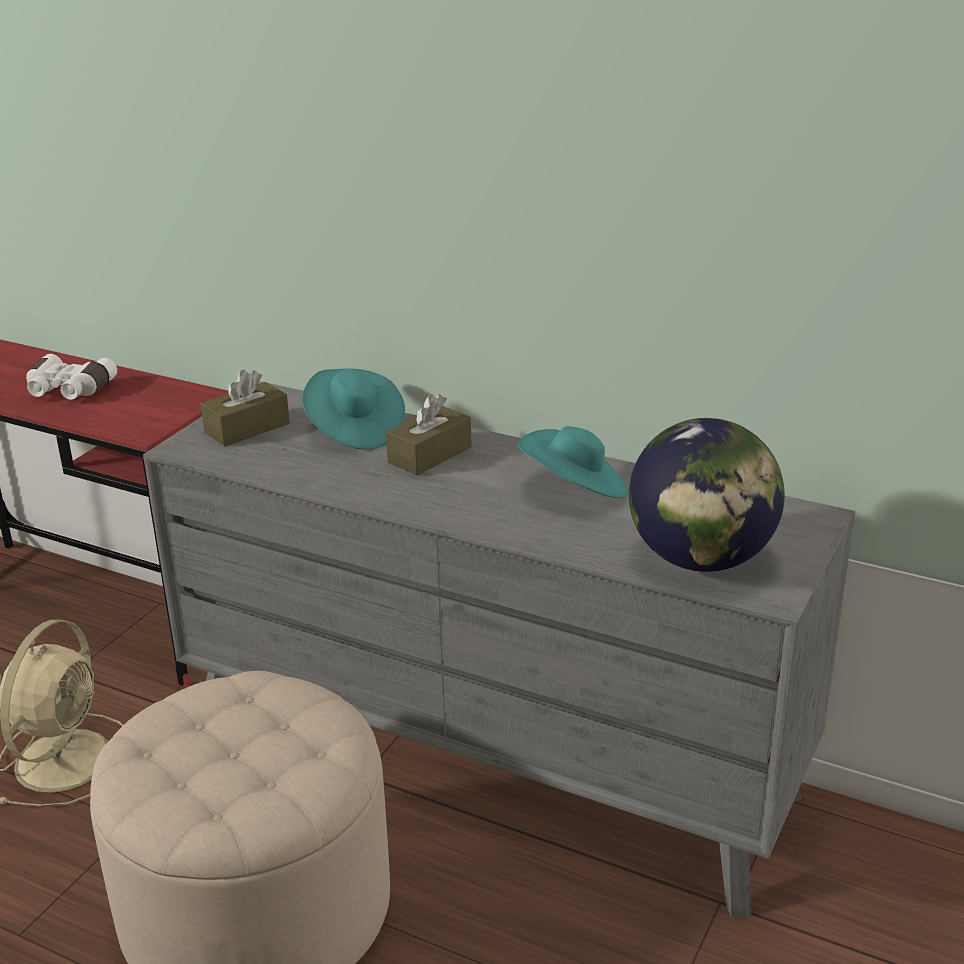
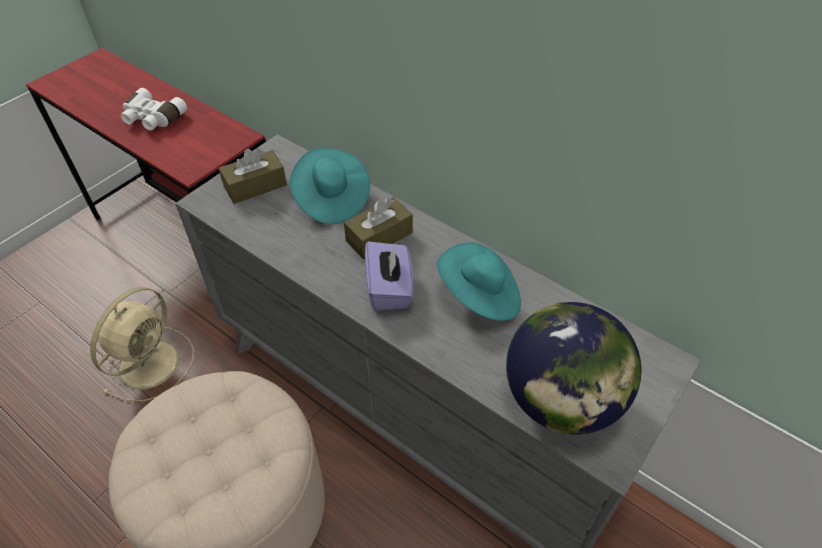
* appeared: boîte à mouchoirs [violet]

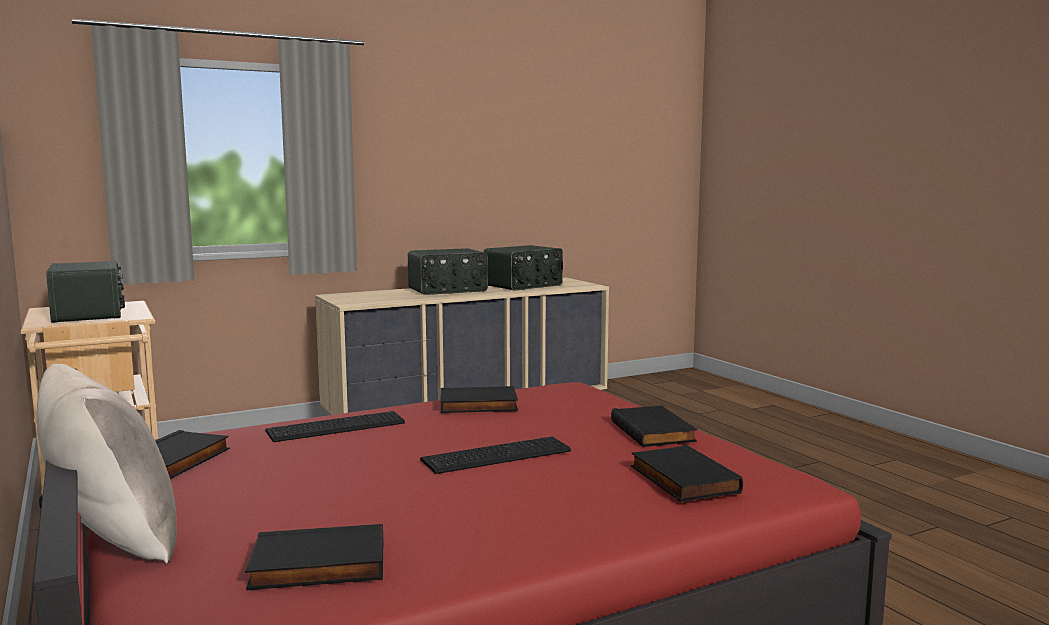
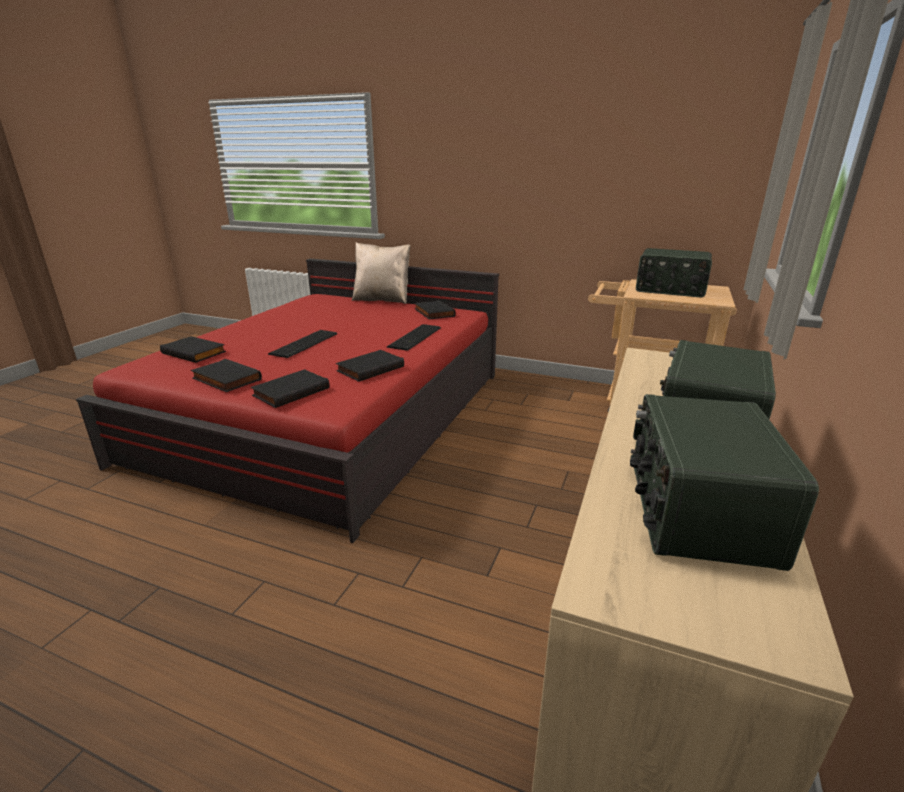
* relocated: livre [noir] (no. 2 from left in the first image) to livre [noir] (no. 3 from left)

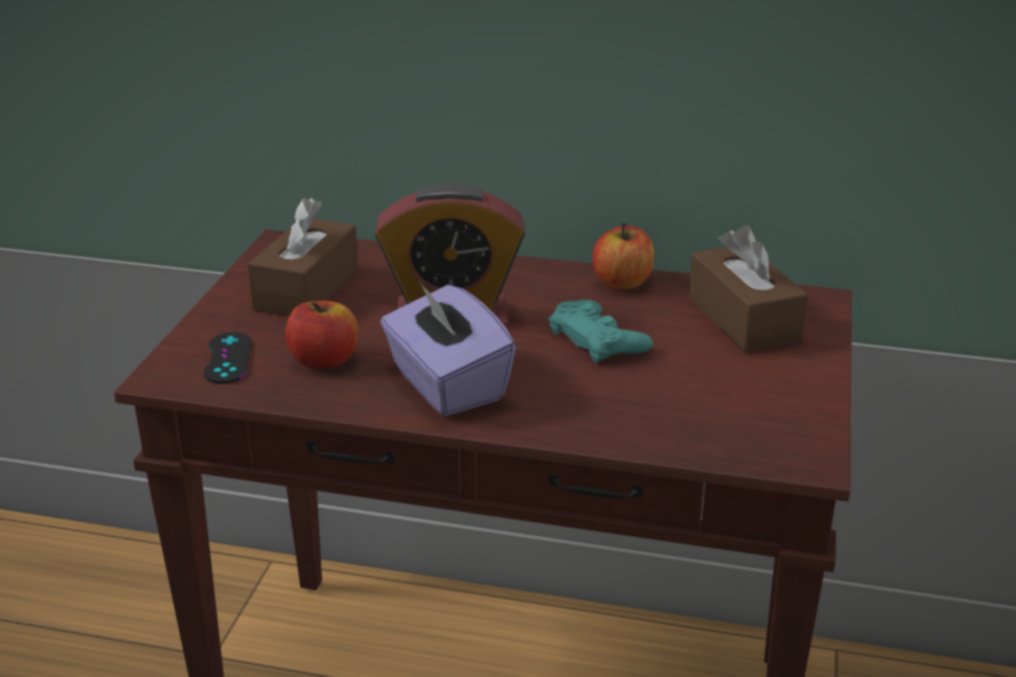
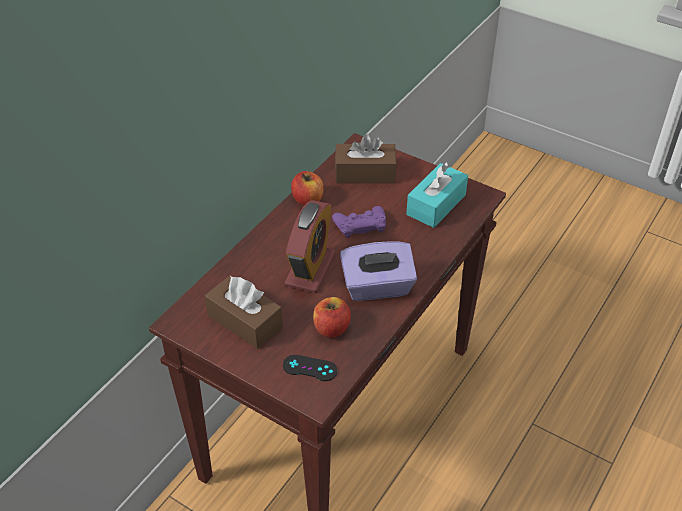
* colour: manette [turquoise] to manette [violet]
* appeared: boîte à mouchoirs [turquoise]

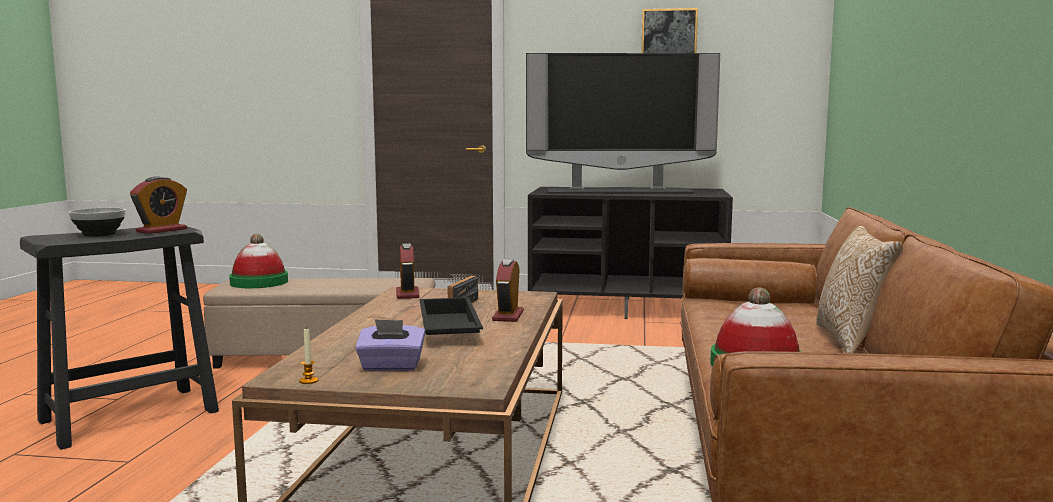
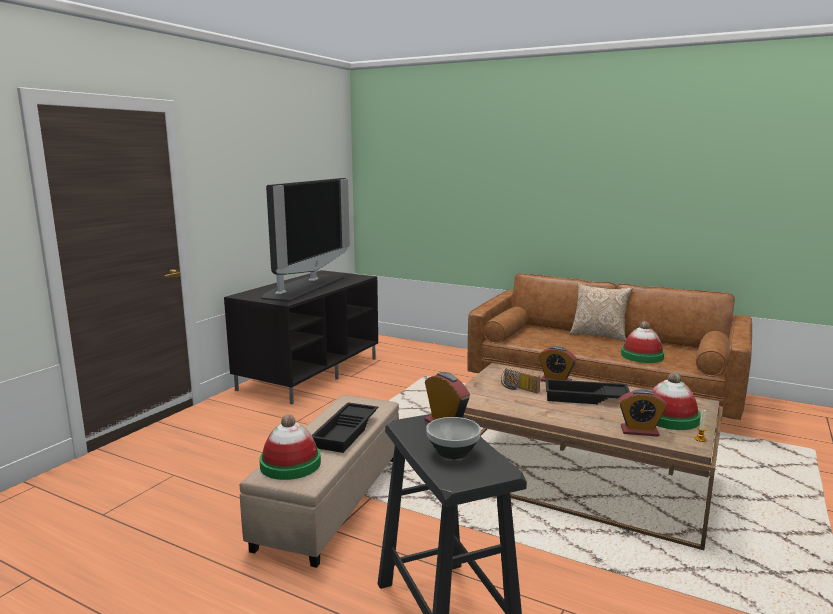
* appeared: plateau [noir] (no. 1 from left)
* relocated: réveil (no. 2 from left in the first image) to réveil (no. 3 from left)
* exchanged: boîte à mouchoirs [violet] to chapeau (no. 3 from left)
* missing: tableau

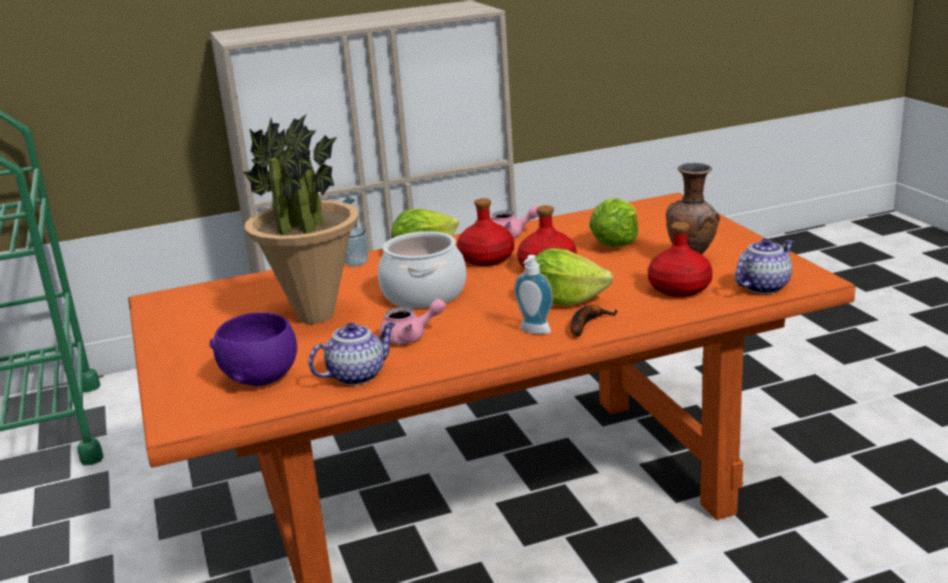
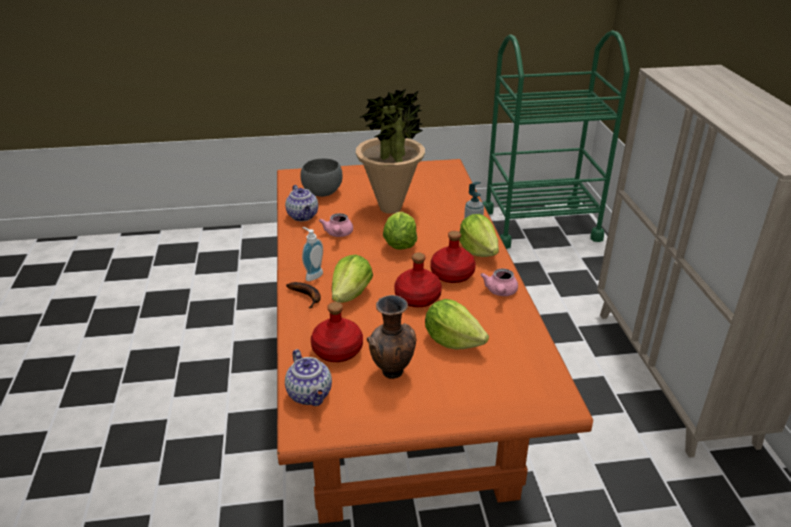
* colour: bol [violet] to bol [gris]
* exchanged: marmite to laitue (no. 2 from left)

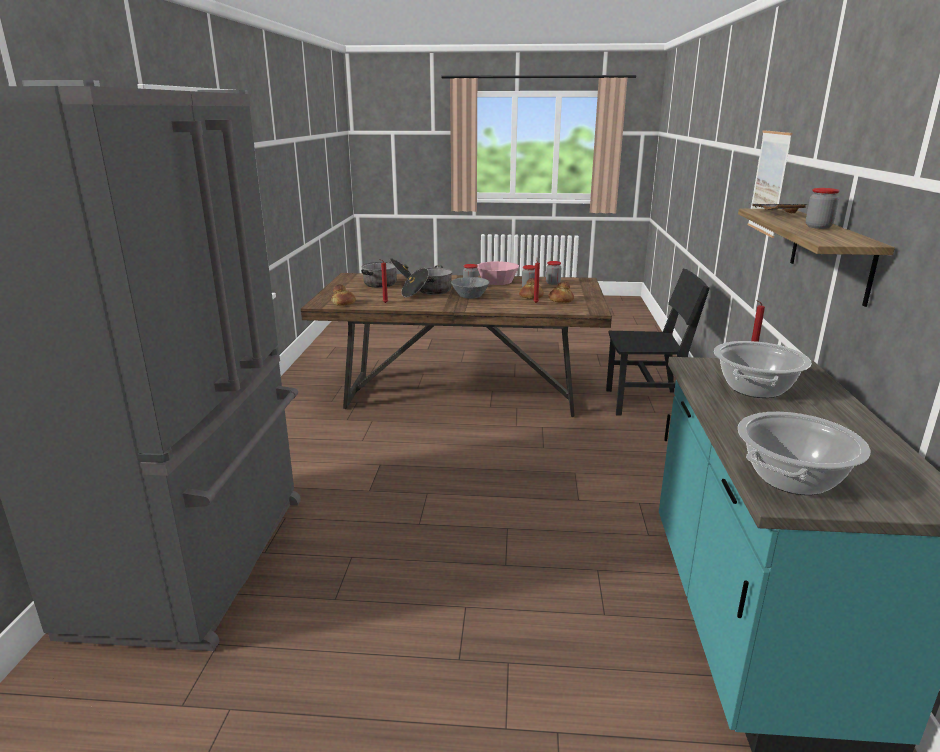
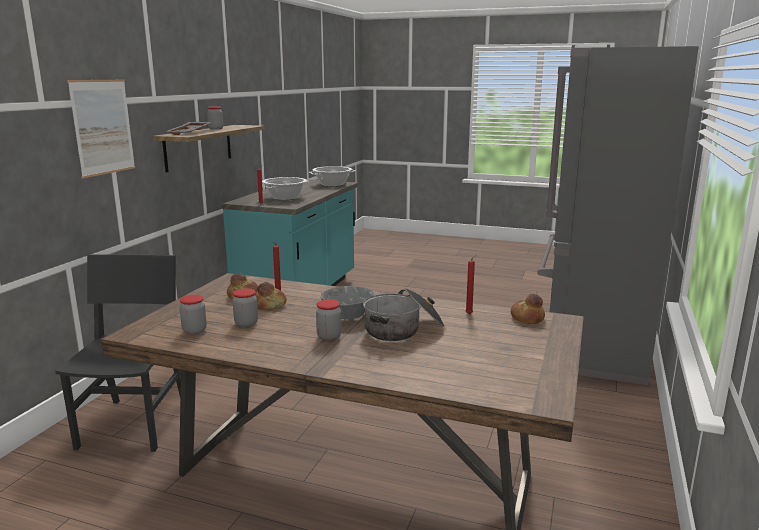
* spun: chaise [noir] 75 degrees clockwise
* missing: marmite (no. 1 from left)
* missing: bol [rose]

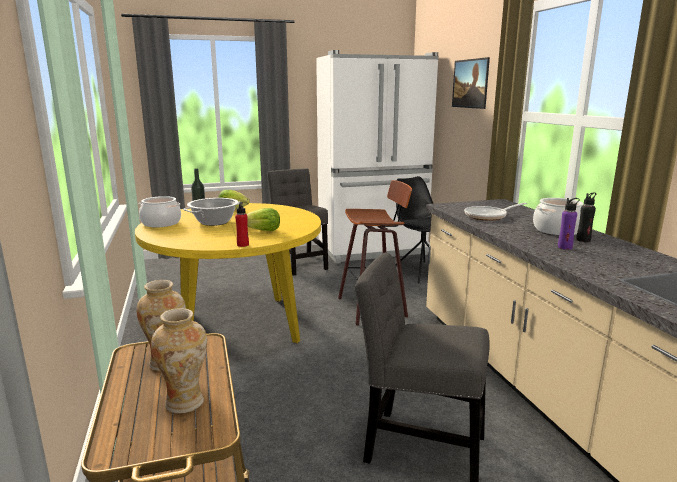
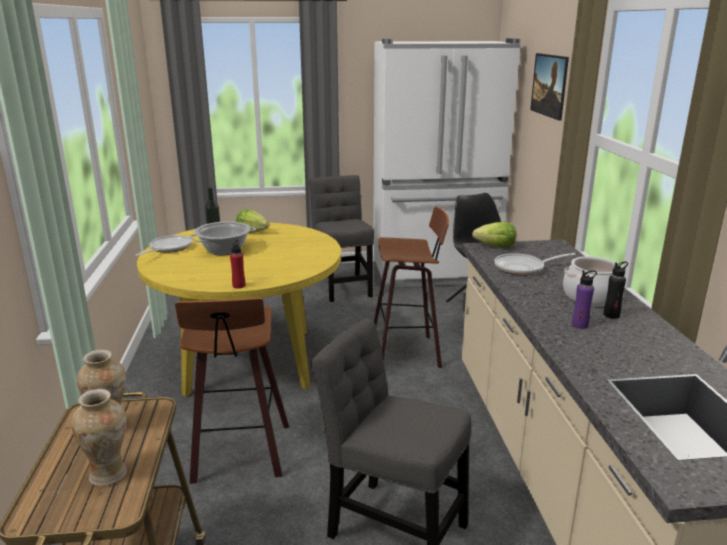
* exchanged: marmite (no. 1 from left) to poêle (no. 1 from left)
* appeared: tabouret (no. 1 from left)
* relocated: laitue (no. 2 from left)

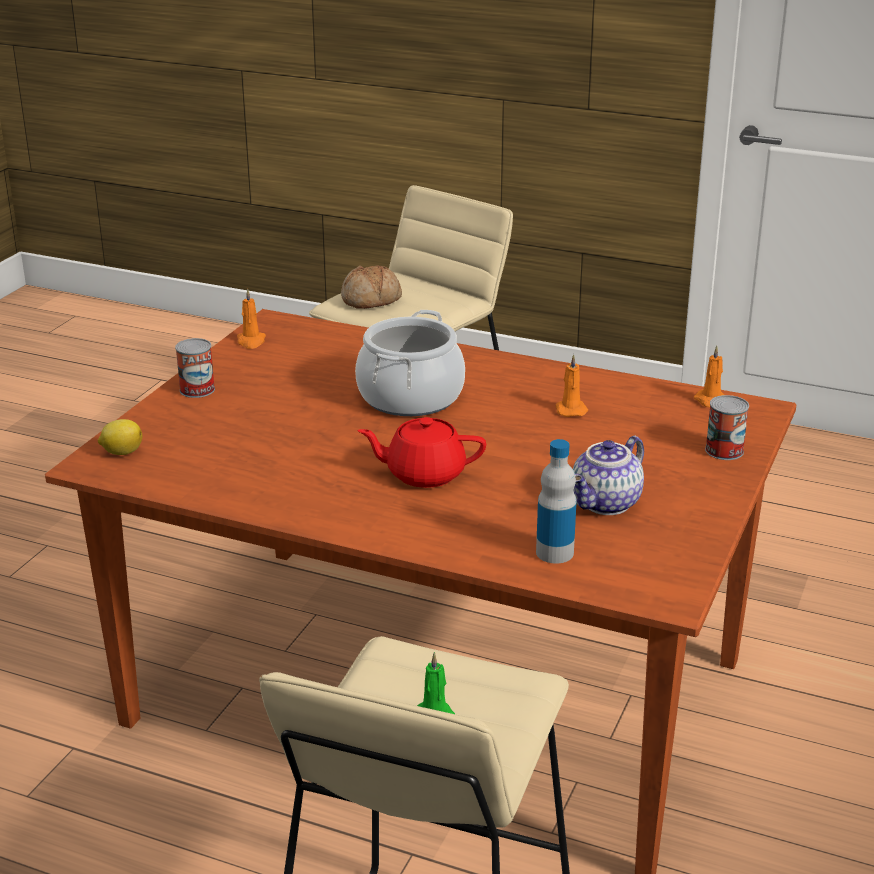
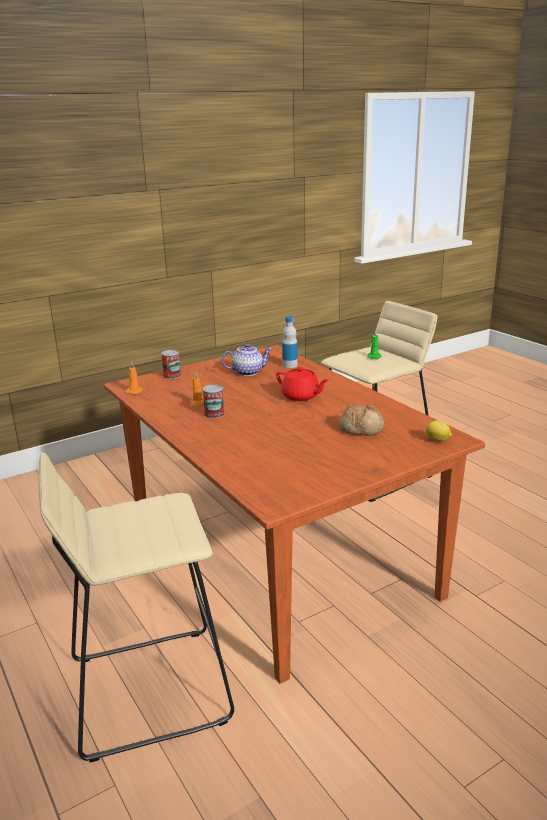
* relocated: boîte métallique (no. 1 from left in the first image) to boîte métallique (no. 2 from left)
* relocated: pain
* missing: bougie [orange] (no. 1 from left)
* missing: marmite

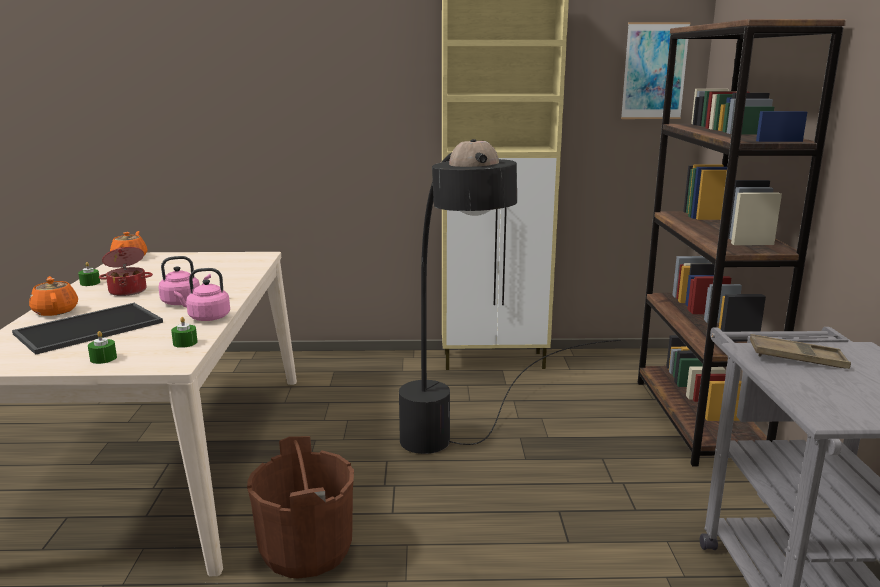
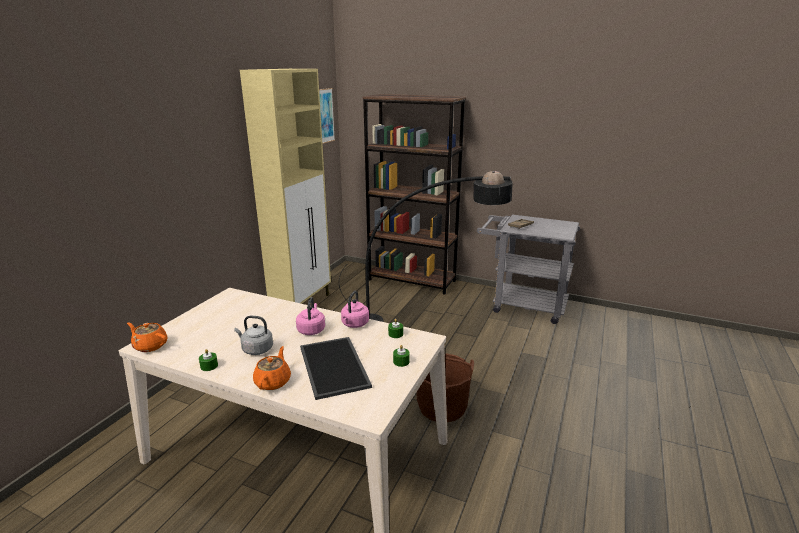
* exchanged: marmite to bouilloire [gris]
* spun: théière [orange] (no. 1 from left in the first image) 105 degrees clockwise

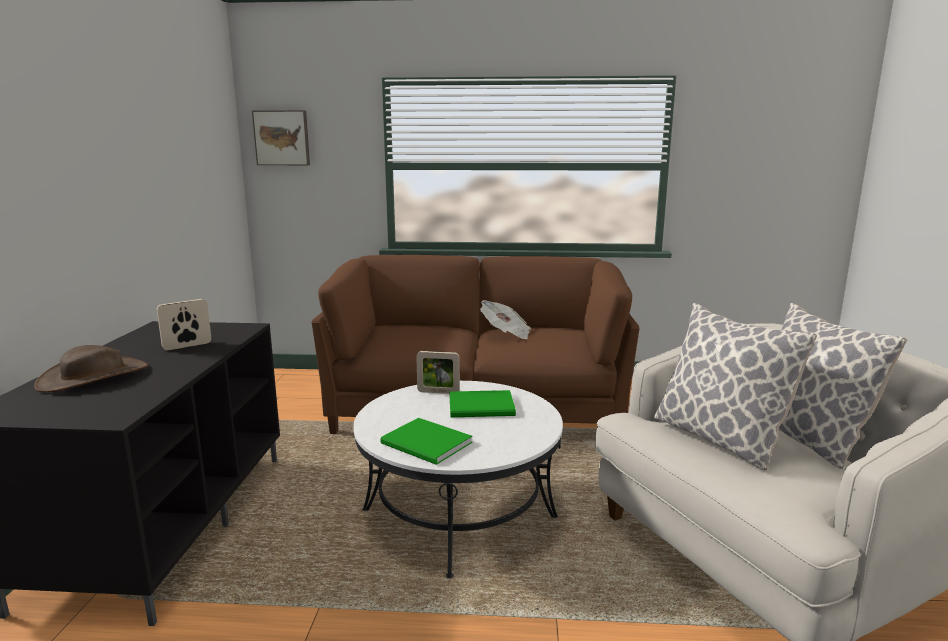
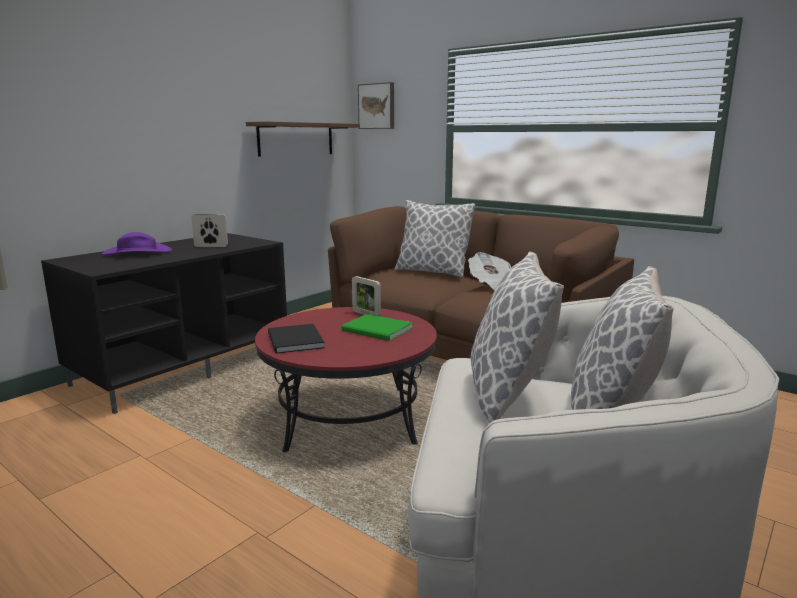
* colour: chapeau [marron] to chapeau [violet]
* appeared: étagère [marron]
* colour: table basse [blanc] to table basse [rouge]
* colour: livre [vert] (no. 1 from left) to livre [noir]
* appeared: coussin (no. 1 from left)

